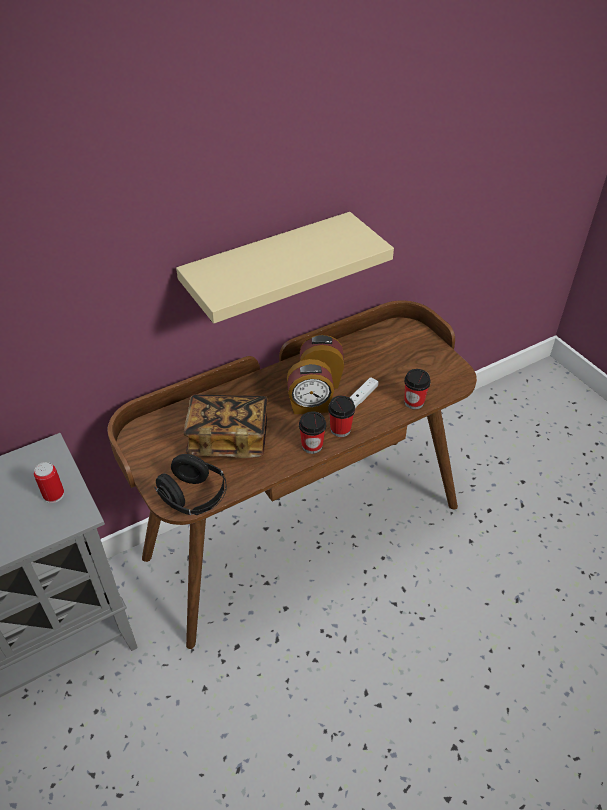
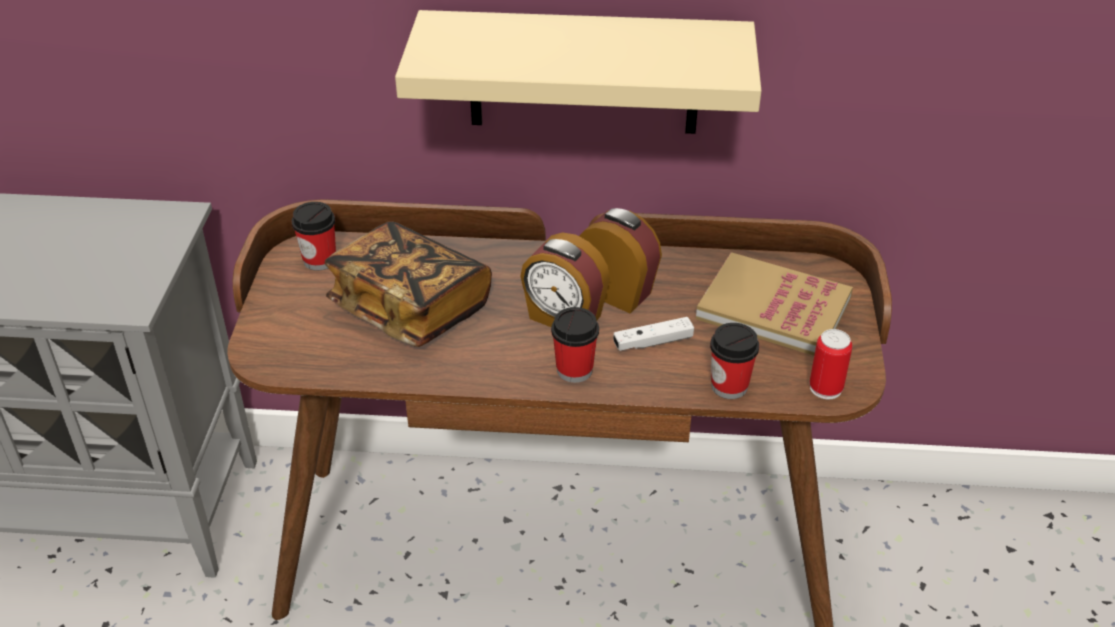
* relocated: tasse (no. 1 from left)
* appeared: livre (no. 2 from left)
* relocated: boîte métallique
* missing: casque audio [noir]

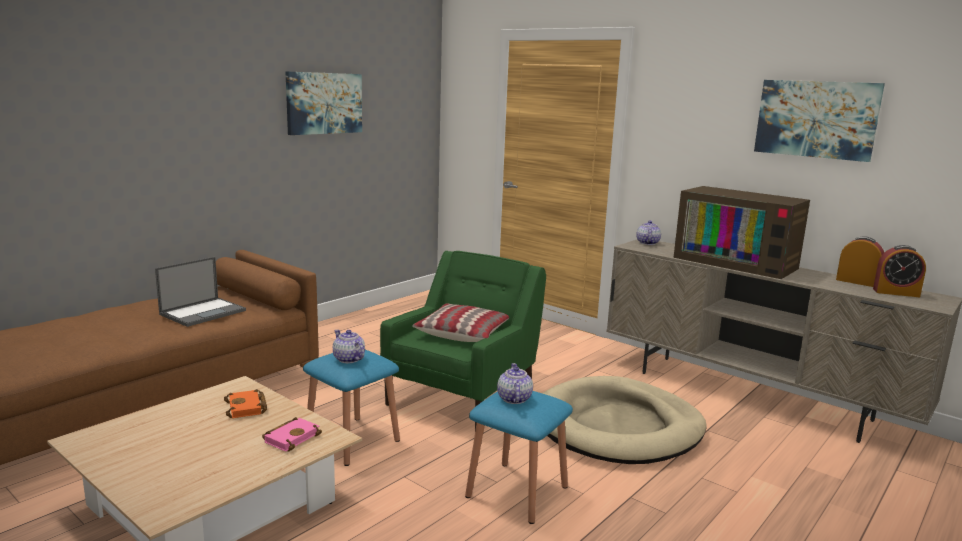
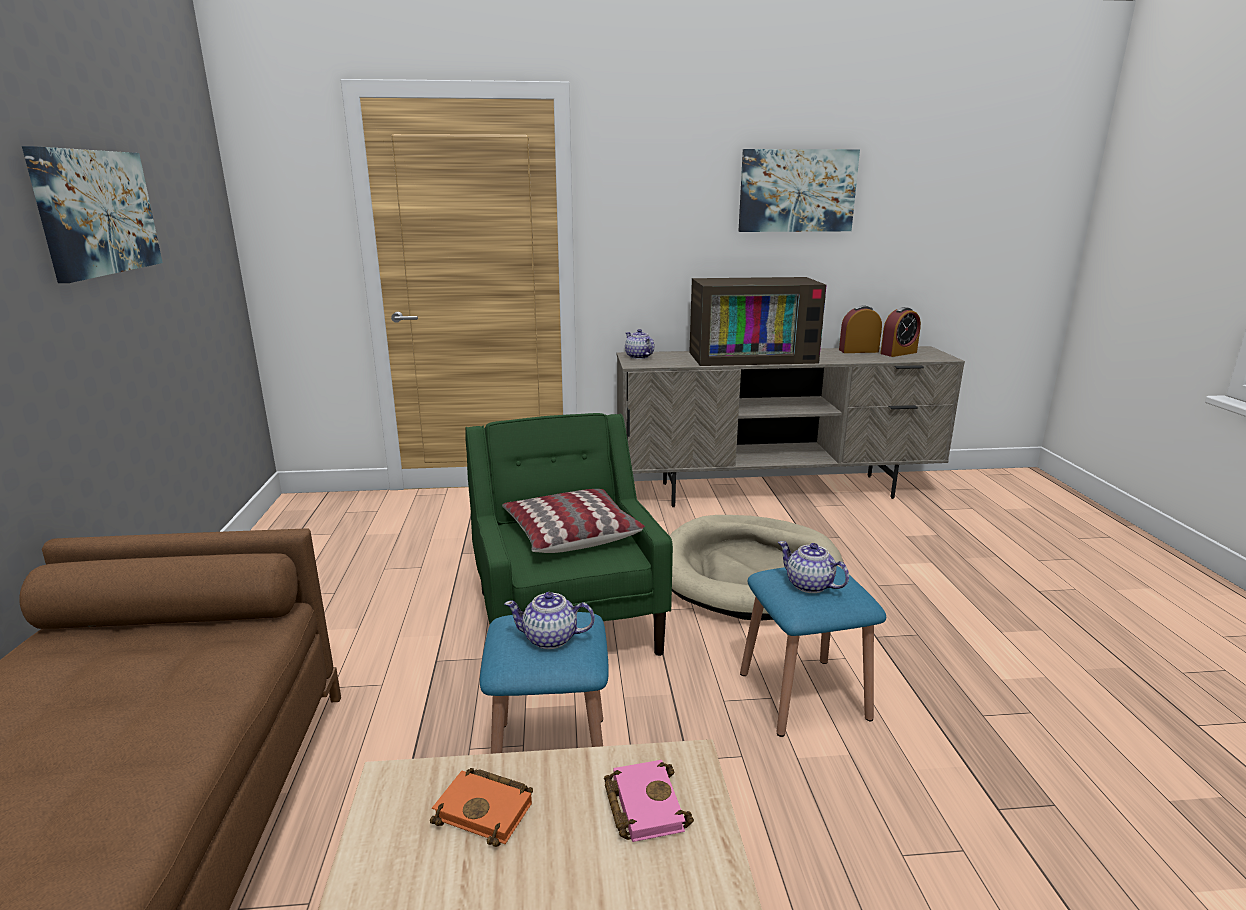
* missing: ordinateur portable

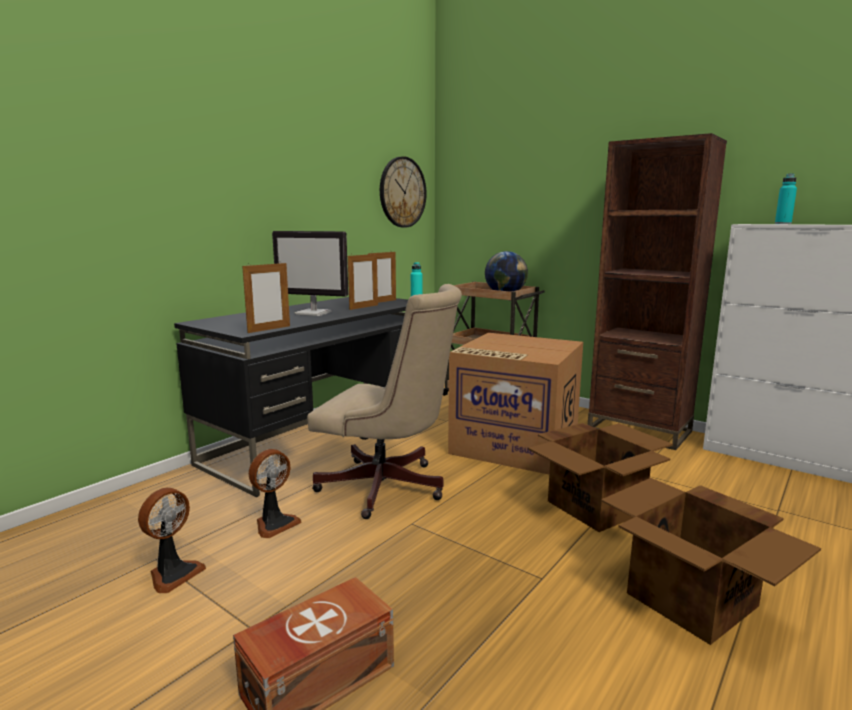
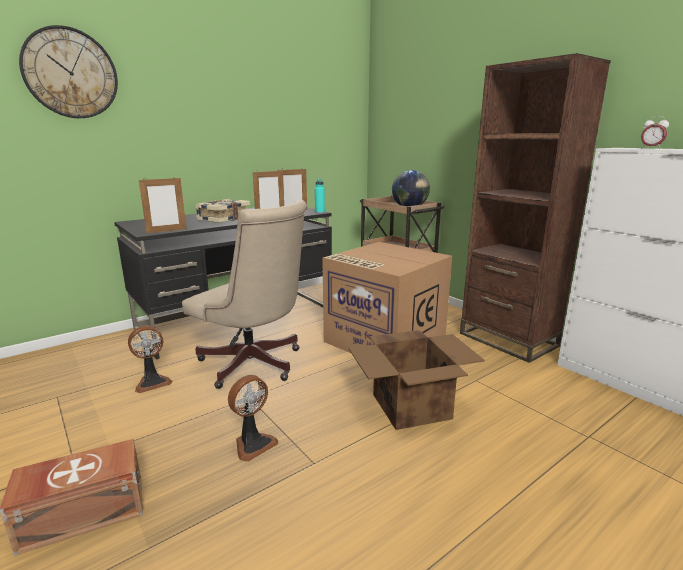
* relocated: horloge murale
* exchanged: écran d'ordinateur to livre
* relocated: ventilateur (no. 1 from left in the first image) to ventilateur (no. 2 from left)
* exchanged: bouteille [turquoise] (no. 2 from left) to réveil
* missing: carton (no. 3 from left)

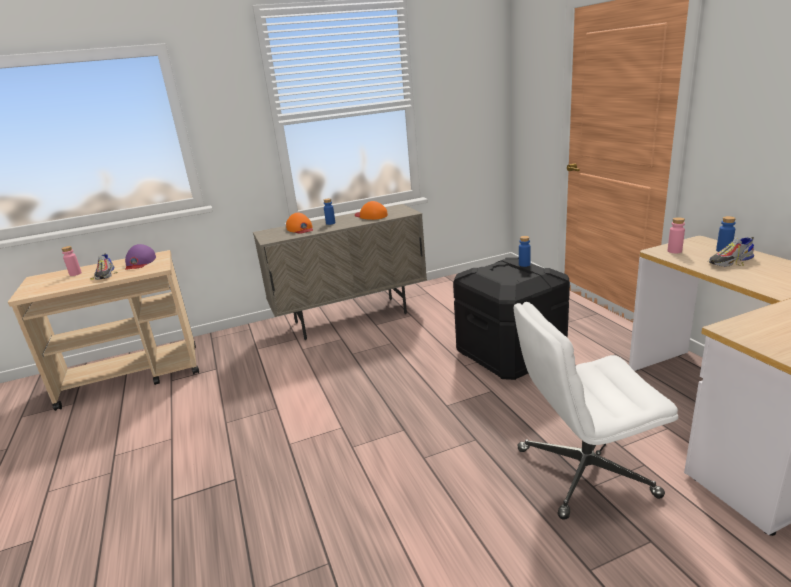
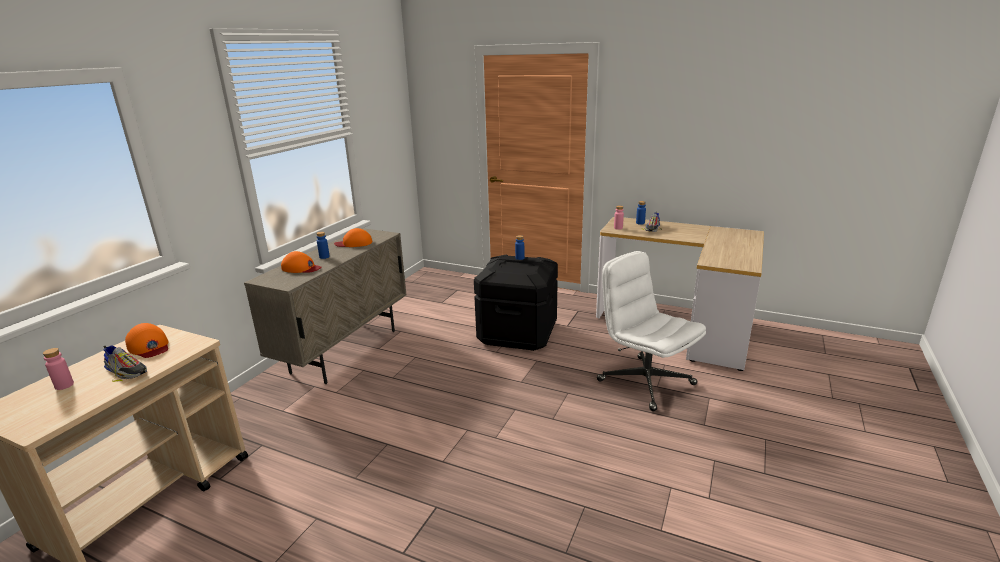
* colour: casquette [violet] to casquette [orange] (no. 1 from left)
* spun: chaise de bureau [blanc] 105 degrees clockwise

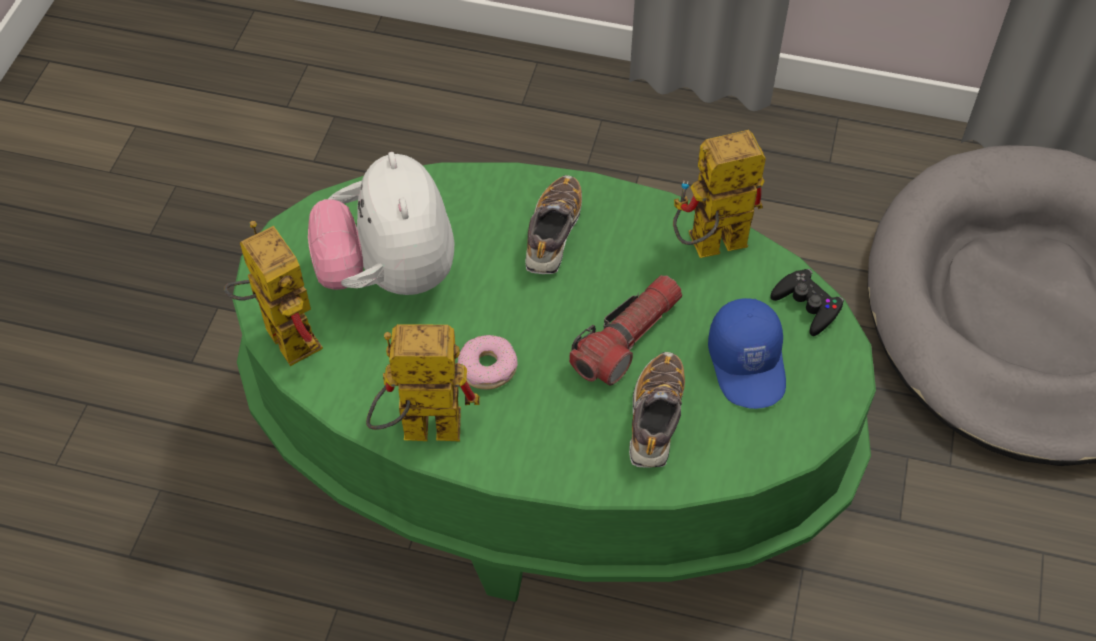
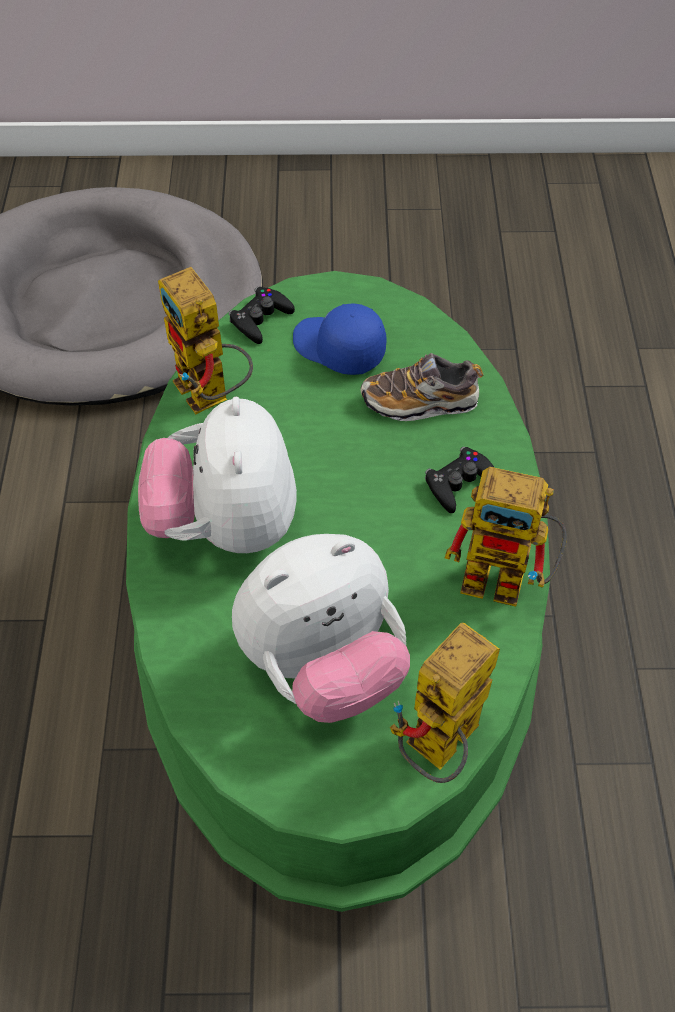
* exchanged: chaussure (no. 1 from left) to peluche (no. 1 from left)
* spun: casquette [bleu] 120 degrees counterclockwise
* appeared: manette [noir] (no. 2 from left)
* spun: robot jouet (no. 2 from left in the first image) 60 degrees counterclockwise
* missing: beignet
* missing: lampe de poche

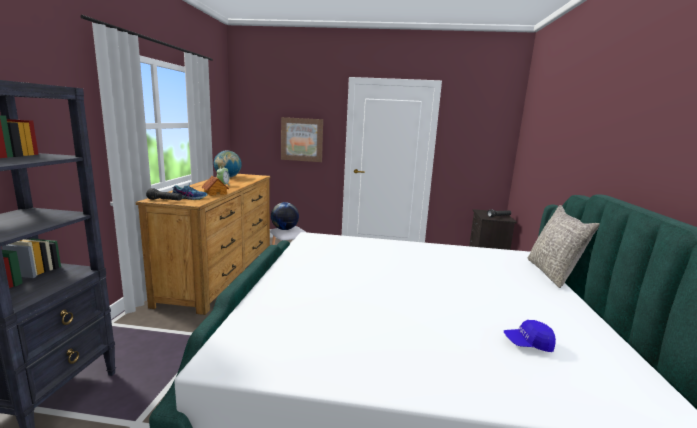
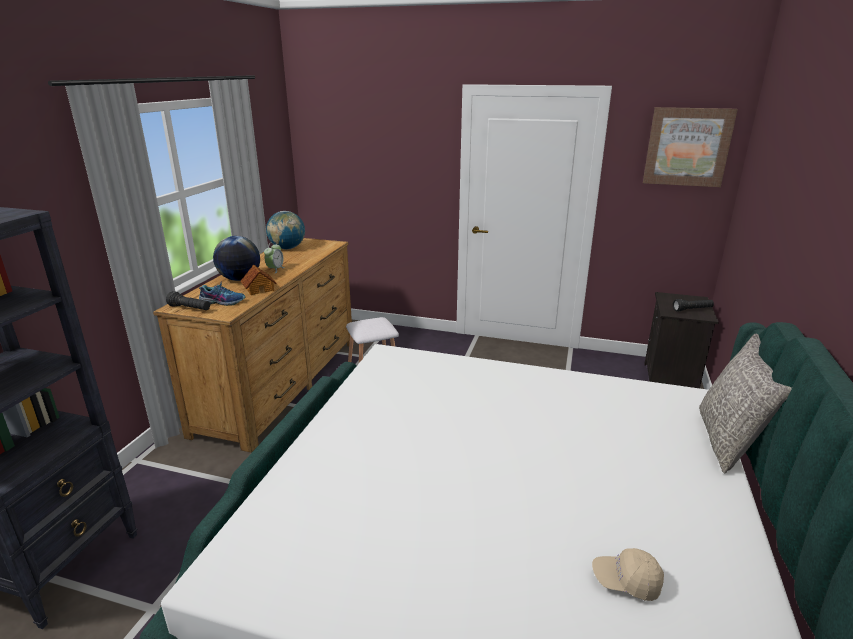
* relocated: globe (no. 2 from left in the first image) to globe (no. 1 from left)
* colour: casquette [bleu] to casquette [beige]
* relocated: tableau

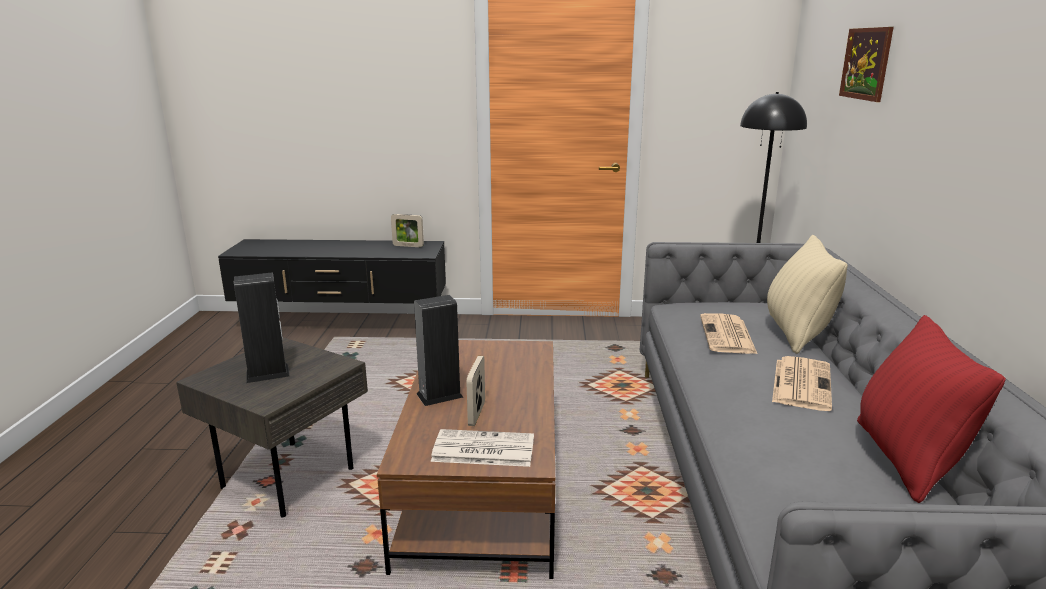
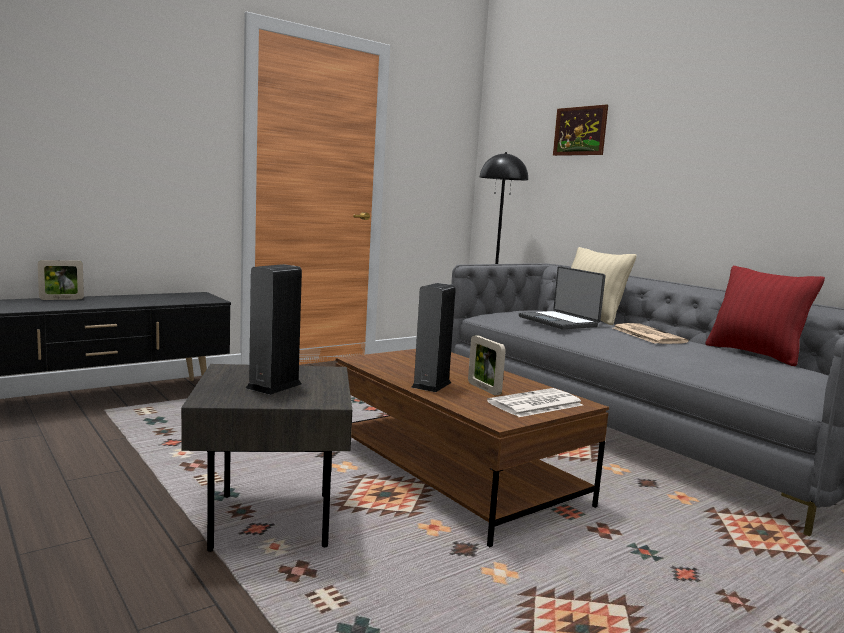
* relocated: cadre photo (no. 1 from left)
* exchanged: journal (no. 2 from left) to ordinateur portable

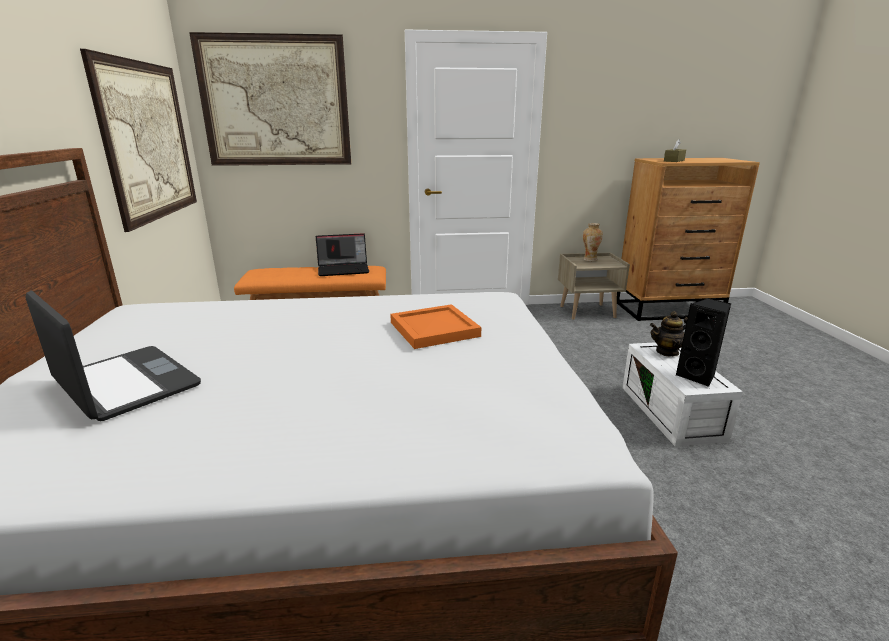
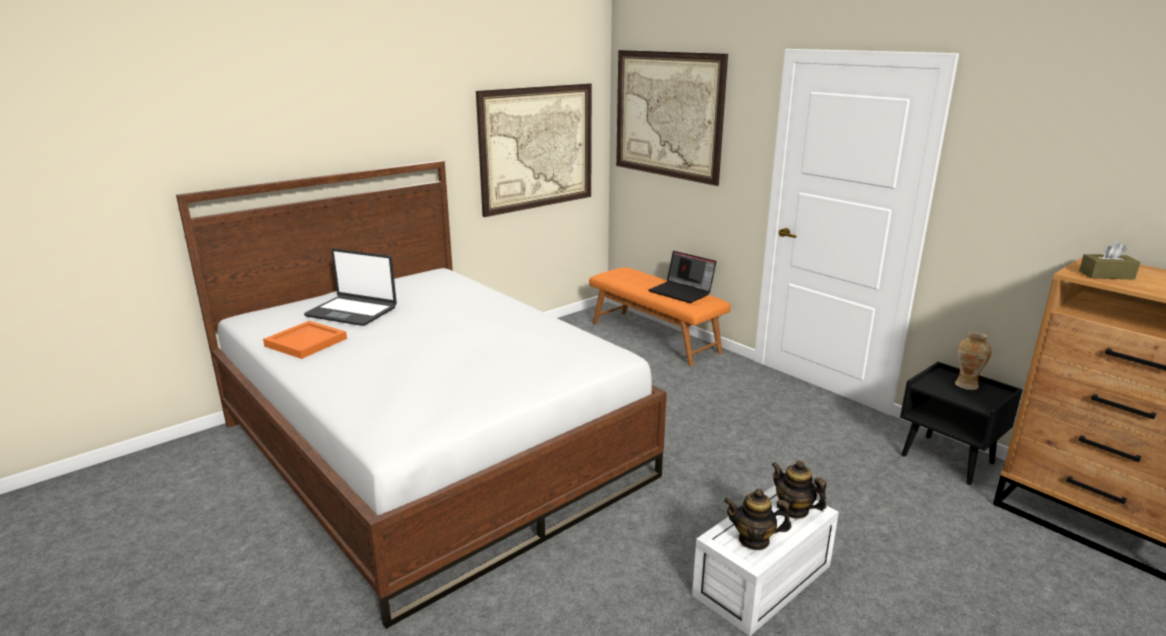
* relocated: plateau [orange]
* spun: ordinateur portable (no. 1 from left) 105 degrees clockwise
* exchanged: enceinte [noir] to théière (no. 1 from left)
* colour: table de chevet [beige] to table de chevet [noir]

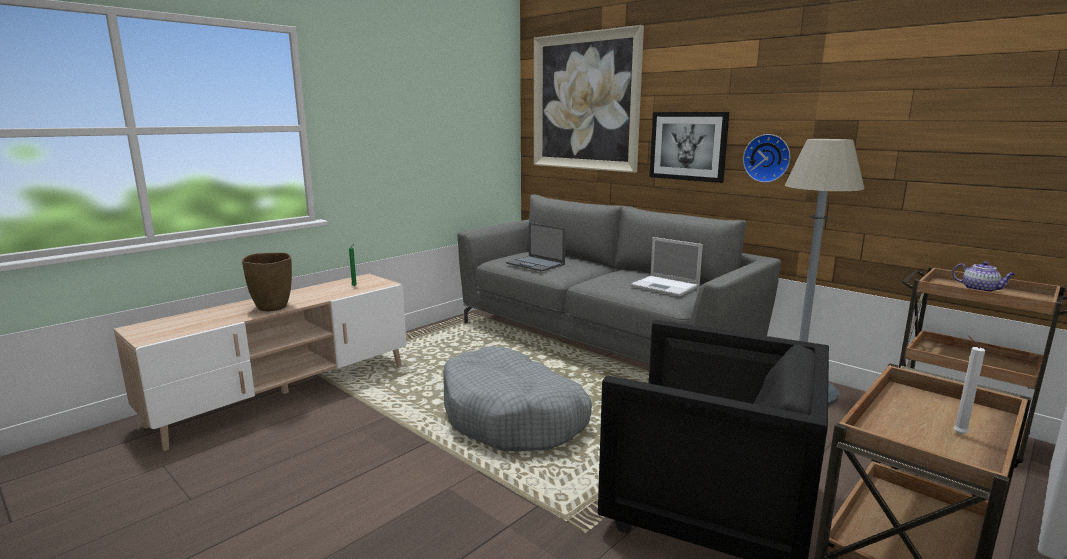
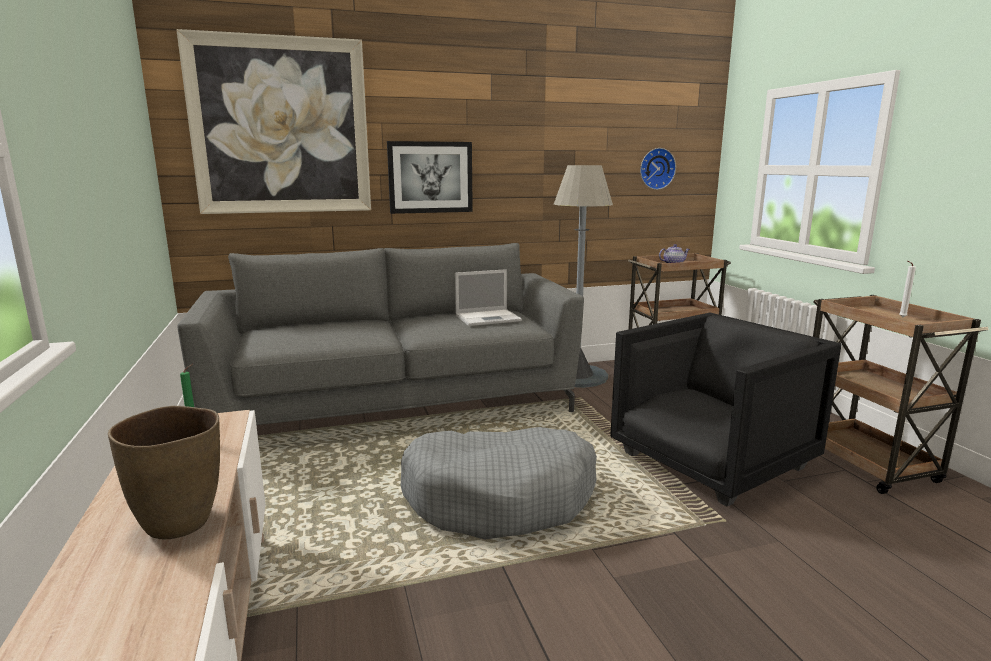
* relocated: horloge murale
* missing: ordinateur portable (no. 1 from left)

